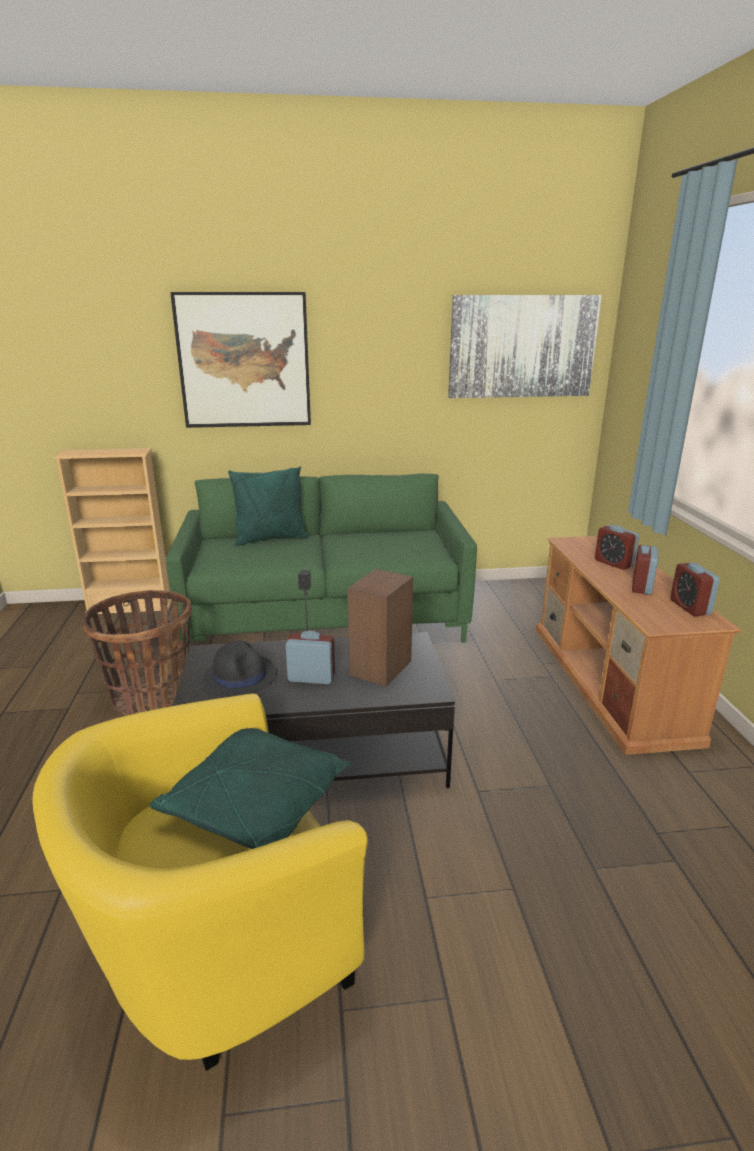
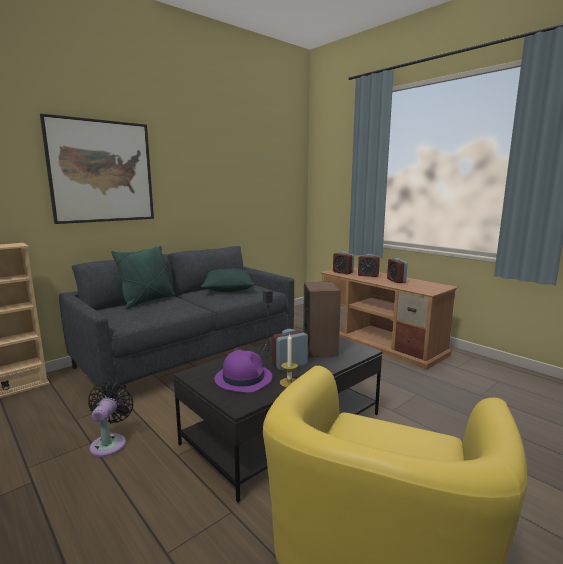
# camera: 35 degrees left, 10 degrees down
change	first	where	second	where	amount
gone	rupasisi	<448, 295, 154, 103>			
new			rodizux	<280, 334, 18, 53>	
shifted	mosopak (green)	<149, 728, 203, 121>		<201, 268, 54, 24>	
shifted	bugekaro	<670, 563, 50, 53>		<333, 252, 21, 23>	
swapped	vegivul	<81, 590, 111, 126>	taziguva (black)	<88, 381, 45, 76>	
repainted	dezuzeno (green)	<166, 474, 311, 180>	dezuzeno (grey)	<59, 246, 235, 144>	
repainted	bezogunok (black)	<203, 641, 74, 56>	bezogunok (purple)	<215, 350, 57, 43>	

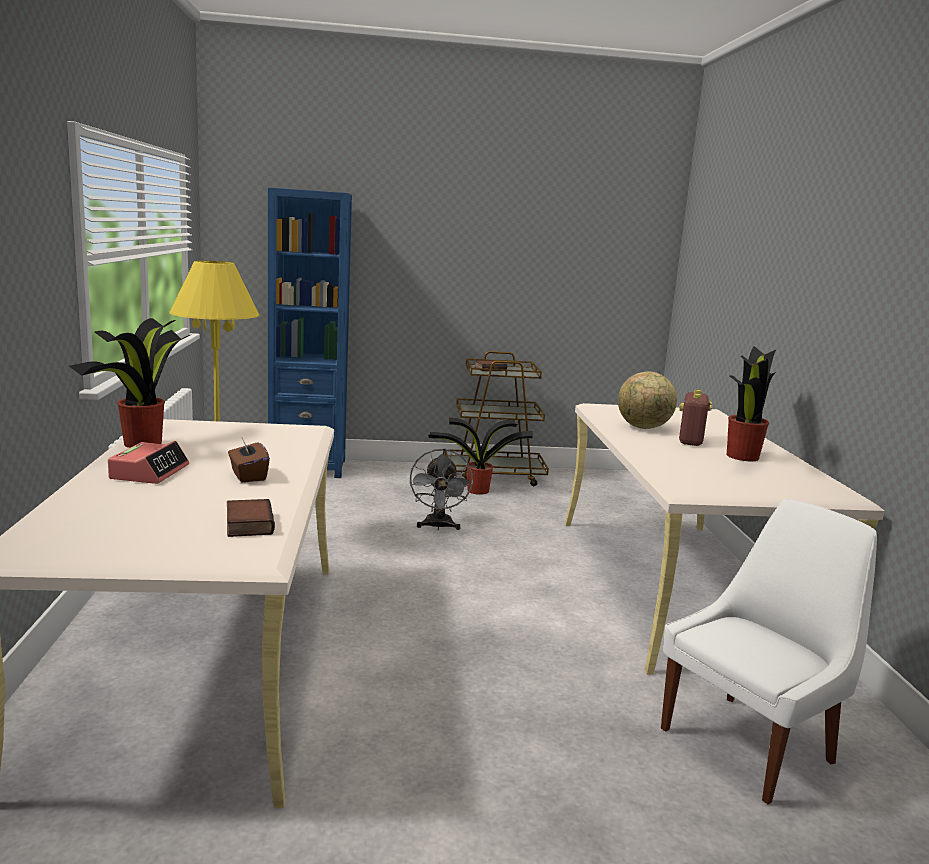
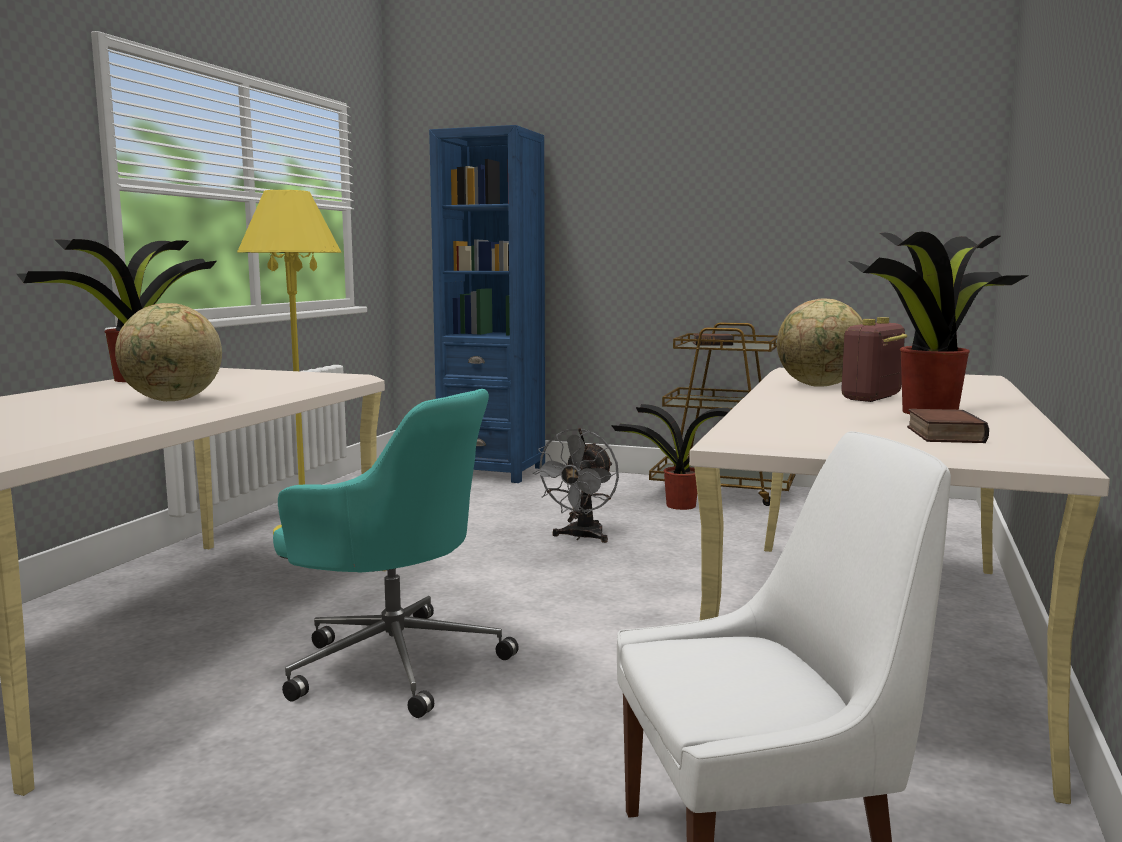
# camera: 25 degrees right, 5 degrees down
change	first	where	second	where	amount
gone	bugekaro	<108, 441, 81, 43>			
new			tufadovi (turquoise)	<273, 389, 246, 329>	
shifted	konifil	<227, 499, 48, 38>		<907, 409, 82, 34>	
swapped	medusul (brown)	<228, 438, 42, 44>	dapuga	<115, 303, 107, 98>	

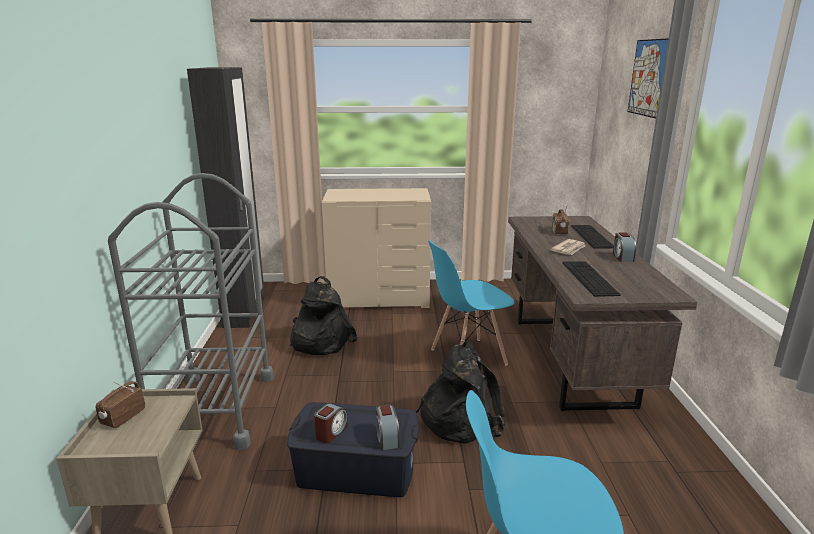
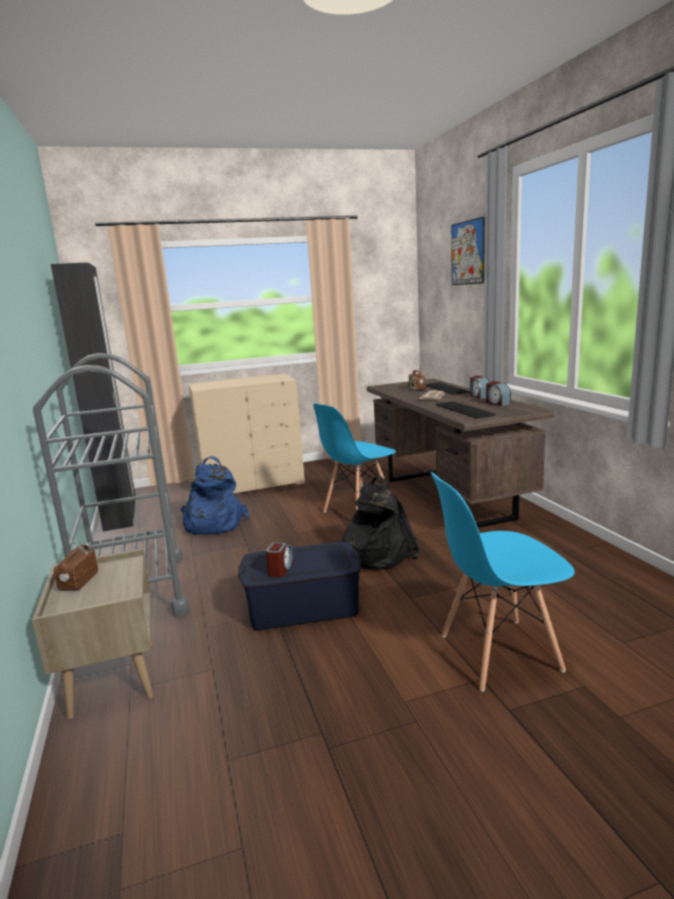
# camera: 15 degrees left, 5 degrees down
change	first	where	second	where	amount
shifted	bugekaro	<376, 405, 24, 45>		<486, 381, 25, 25>	
repainted	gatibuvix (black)	<289, 276, 68, 79>	gatibuvix (blue)	<180, 456, 70, 79>	

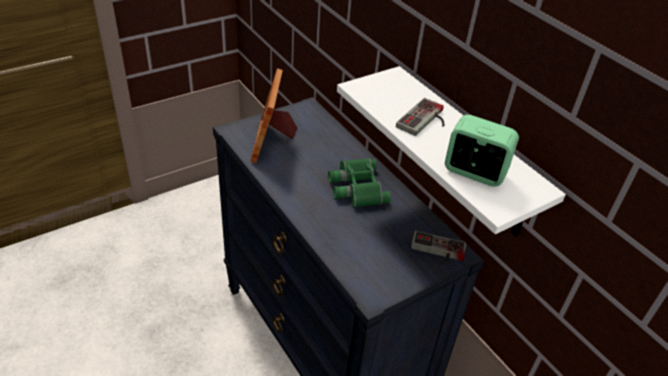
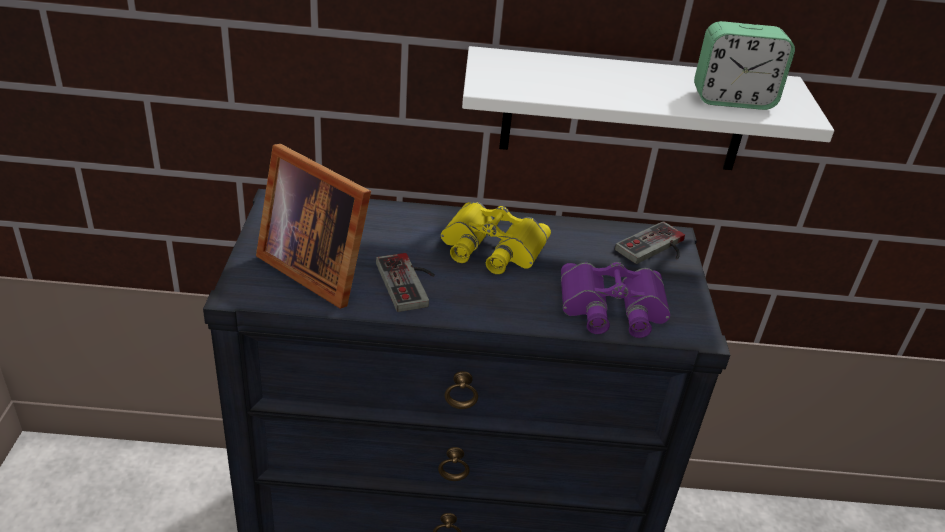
# camera: 55 degrees left, 5 degrees down
change	first	where	second	where	amount
new			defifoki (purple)	<561, 262, 109, 76>	
shifted	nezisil	<396, 98, 48, 38>		<376, 253, 59, 59>	
repainted	defifoki (green)	<328, 158, 63, 49>	defifoki (yellow)	<441, 202, 110, 72>	
rotated	bugekaro	<445, 115, 74, 72>		<694, 21, 101, 89>	150 degrees counterclockwise

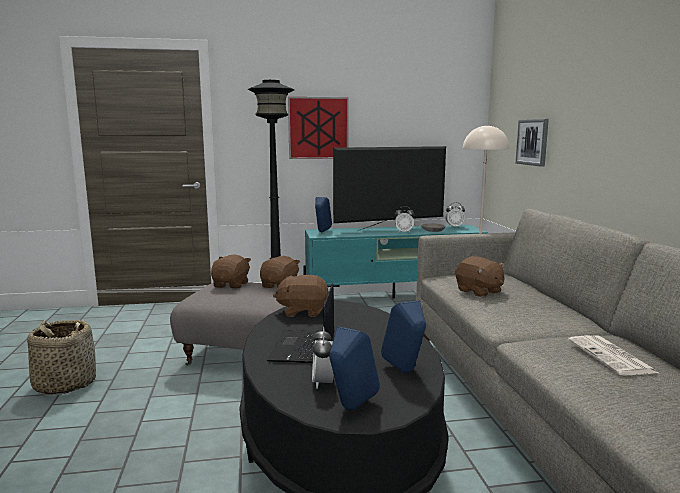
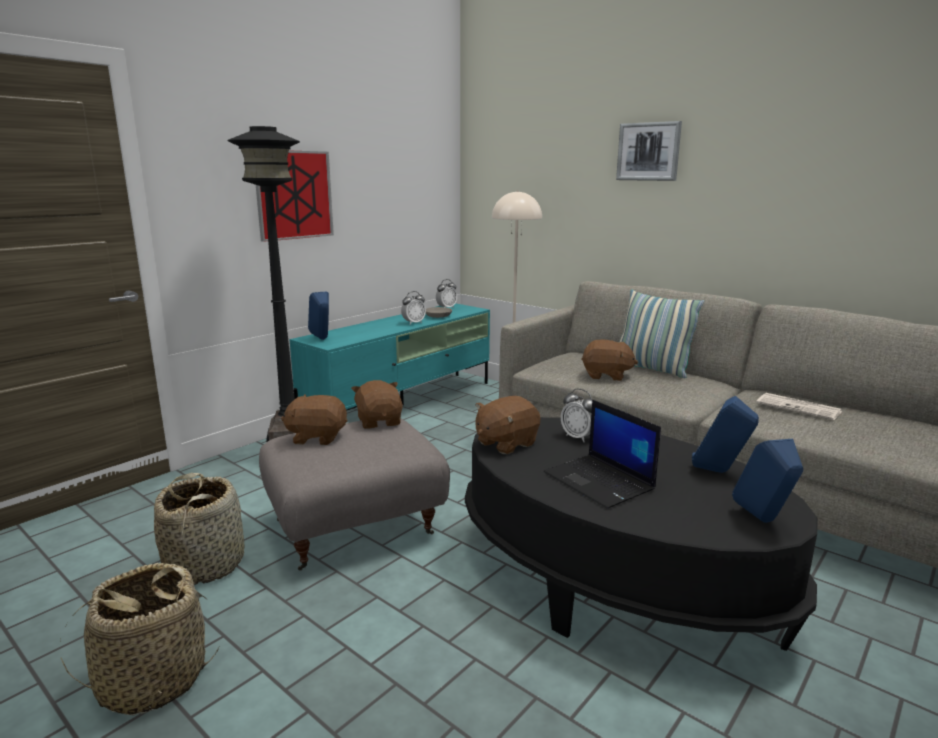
# camera: 40 degrees left, 5 degrees up
change	first	where	second	where	amount
gone	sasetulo	<333, 146, 113, 85>			
new			vegivul	<154, 473, 91, 112>	
new			mosopak	<620, 289, 84, 89>	
shifted	bugekaro	<312, 326, 22, 63>		<561, 389, 32, 53>	
shifted	rupasisi	<515, 119, 34, 48>		<616, 121, 66, 60>	
rotated	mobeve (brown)	<211, 254, 40, 34>		<281, 394, 66, 51>	60 degrees counterclockwise

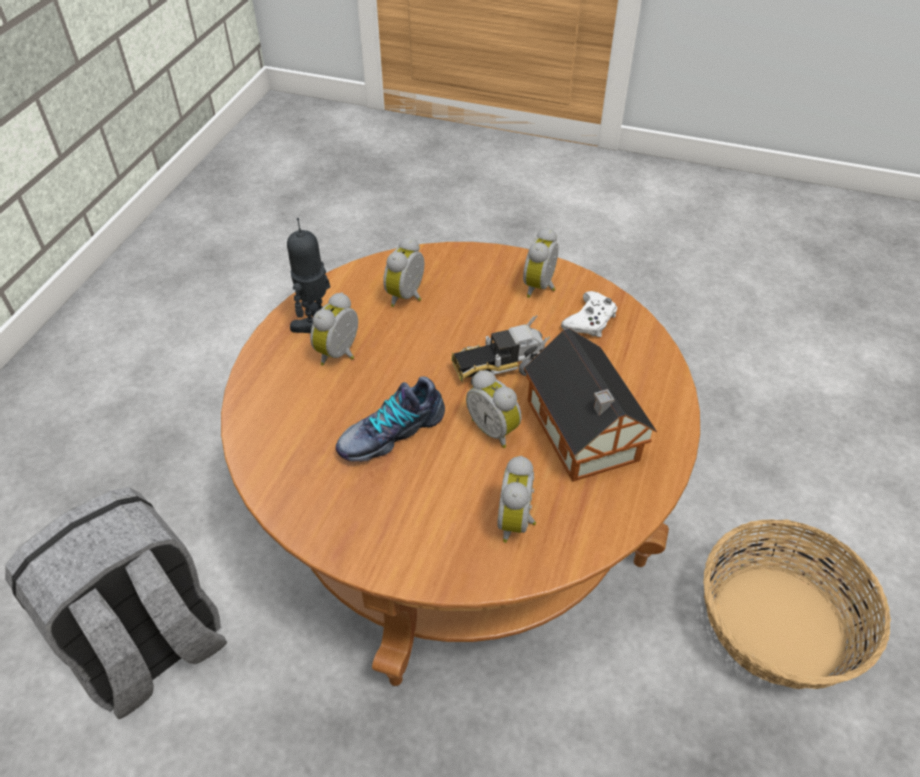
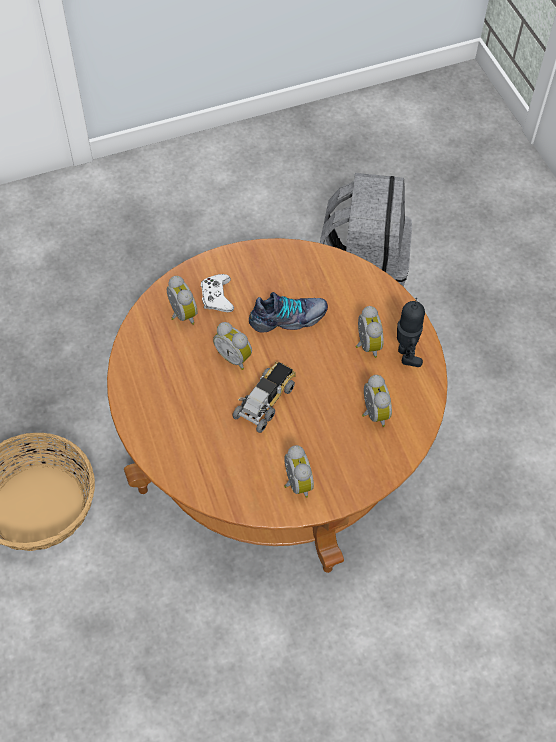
# camera: 140 degrees right, 10 degrees up
change	first	where	second	where	amount
gone	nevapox	<524, 329, 133, 153>			
shifted	nezisil (white)	<561, 291, 56, 46>		<201, 274, 33, 38>	
rotated	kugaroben	<336, 376, 109, 86>		<249, 292, 79, 41>	60 degrees clockwise
rotated	bugekaro	<466, 370, 56, 78>		<213, 322, 39, 48>	150 degrees counterclockwise

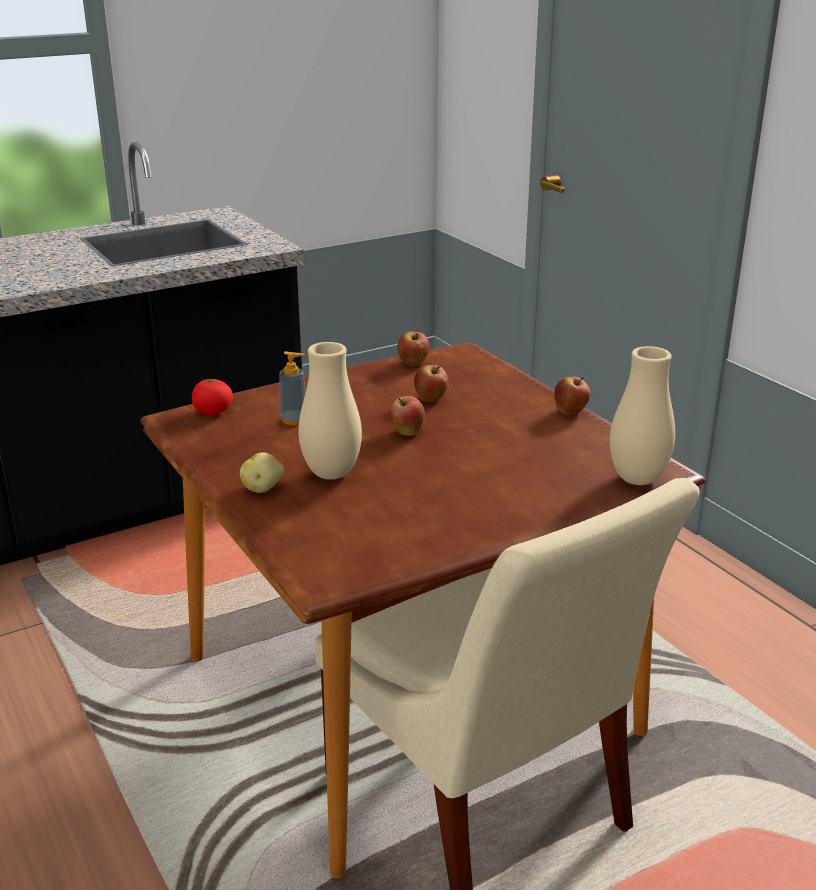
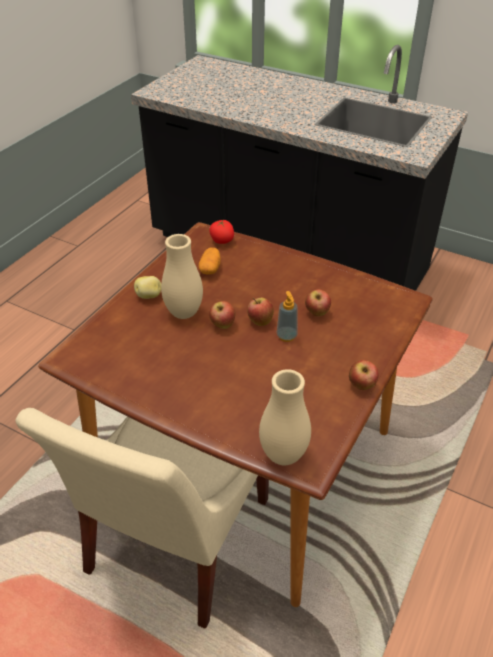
# camera: 60 degrees right, 15 degrees up
change	first	where	second	where	amount
new			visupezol	<198, 248, 23, 26>	
shifted	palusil	<279, 351, 27, 74>		<277, 291, 21, 51>	
shifted	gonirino	<398, 331, 31, 35>		<209, 301, 27, 28>	

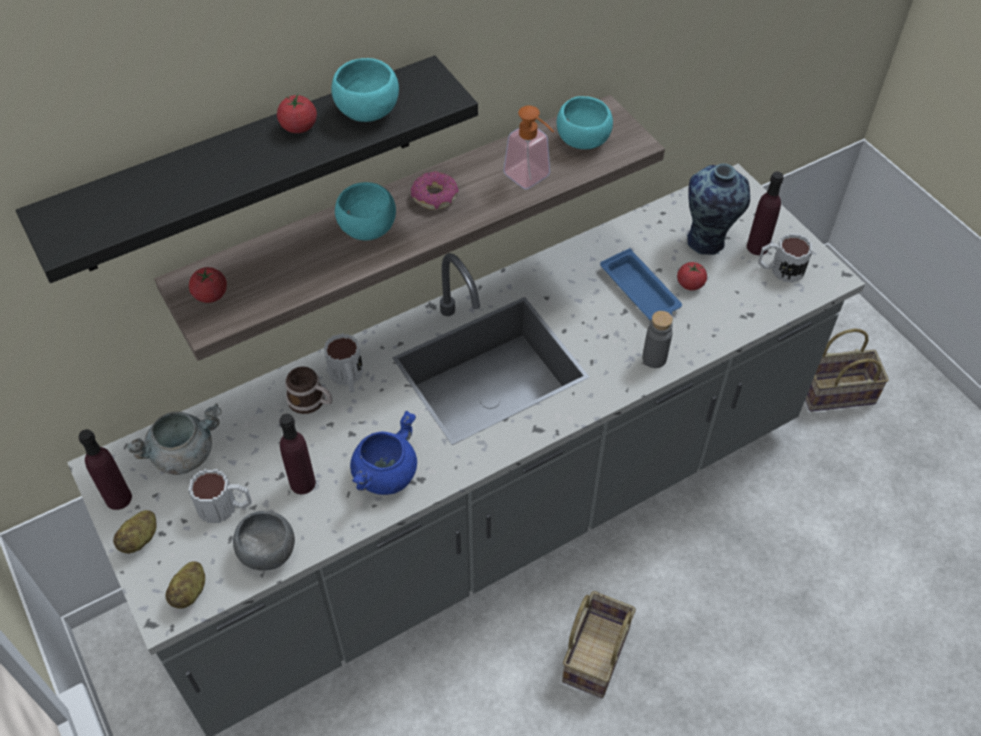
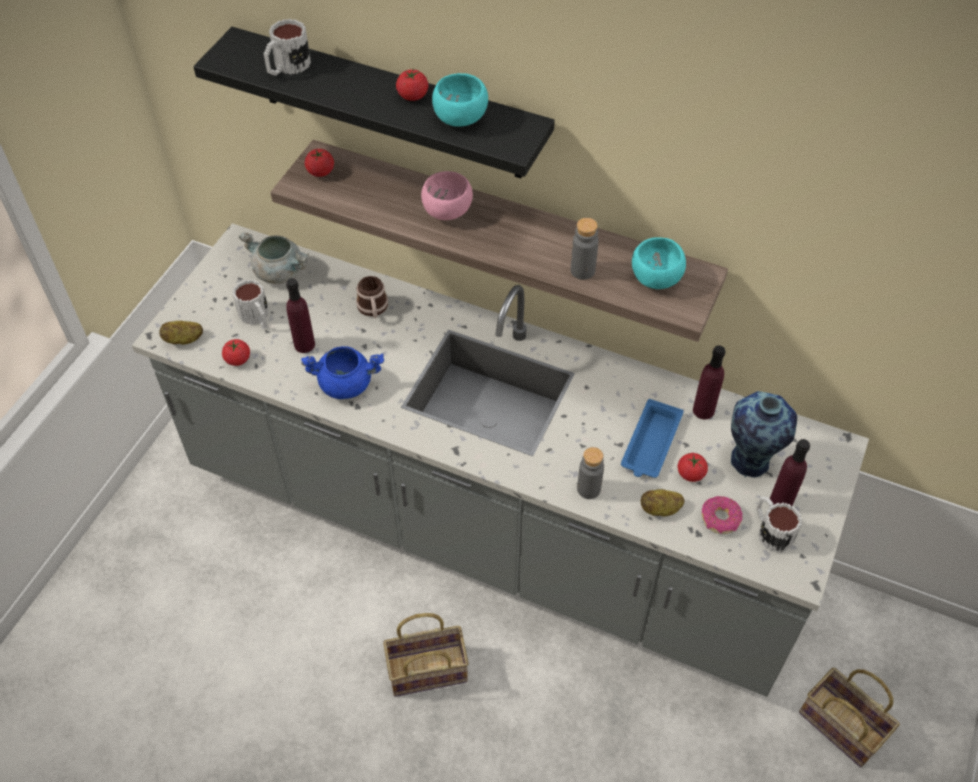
# camera: 55 degrees right, 0 degrees up
change	first	where	second	where	amount
shifted	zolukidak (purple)	<79, 429, 53, 81>		<693, 345, 32, 74>	
shifted	visupezol	<113, 510, 44, 44>		<641, 489, 43, 27>	
shifted	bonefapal	<324, 333, 39, 60>		<264, 19, 47, 57>	
shifted	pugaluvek	<411, 171, 48, 39>		<702, 496, 40, 38>	
swapped	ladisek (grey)	<233, 511, 62, 60>	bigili	<222, 339, 28, 27>	
swapped	palusil	<503, 105, 51, 84>	zolukidak (grey)	<571, 218, 28, 62>	
repainted	ladisek (turquoise)	<335, 182, 61, 59>	ladisek (pink)	<421, 171, 52, 49>	

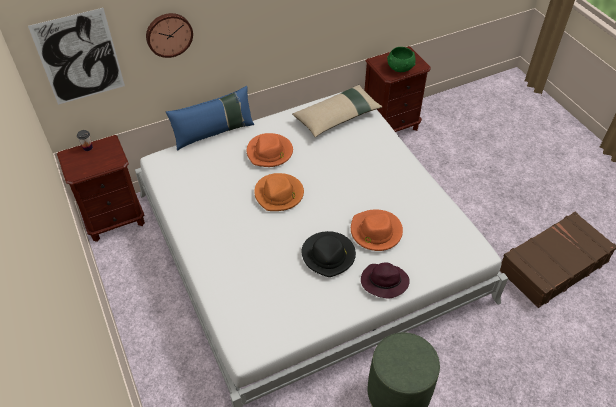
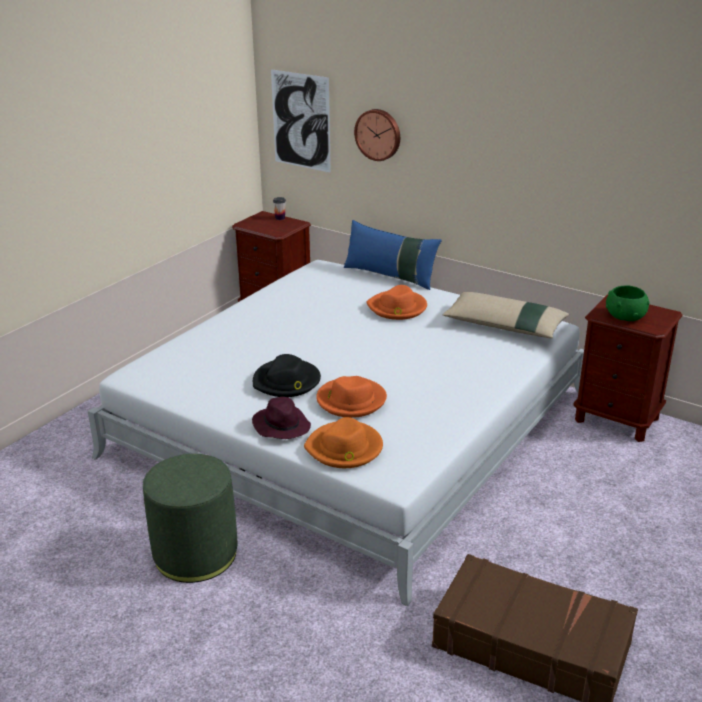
# camera: 60 degrees right, 20 degrees down
change	first	where	second	where	amount
shifted	bezogunok (orange)	<254, 173, 50, 38>		<304, 417, 79, 51>	

